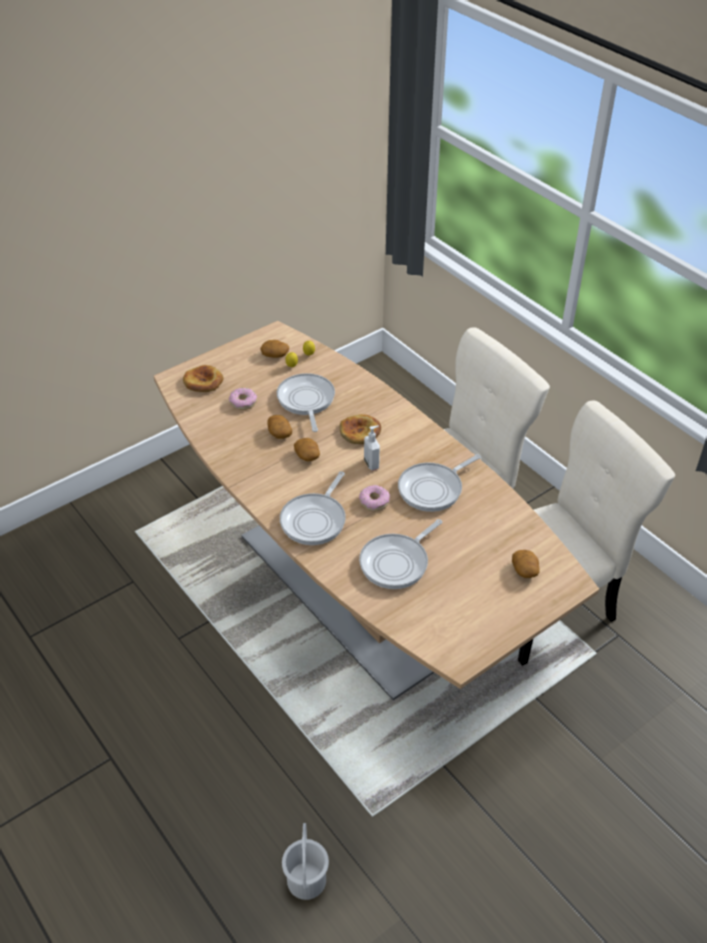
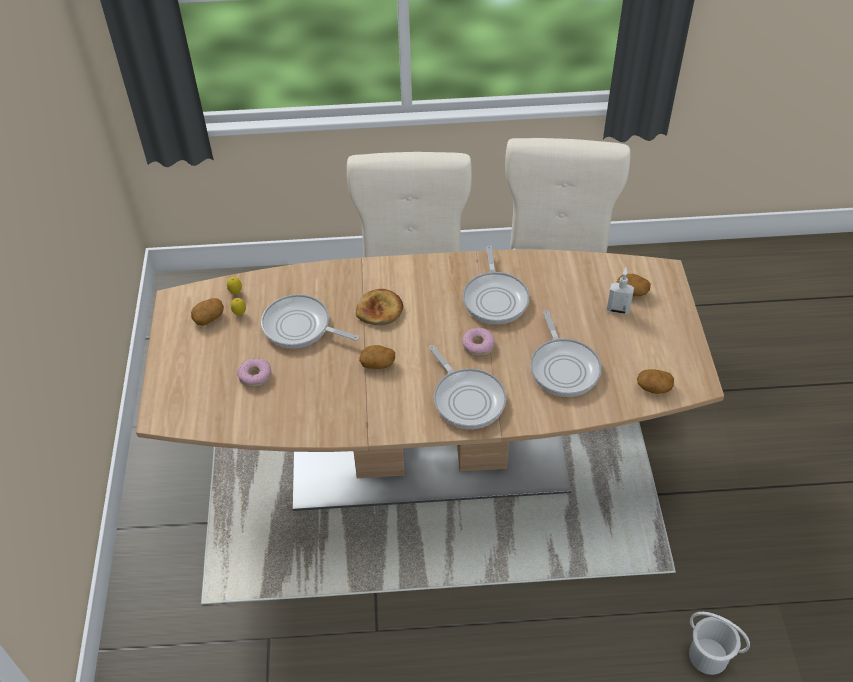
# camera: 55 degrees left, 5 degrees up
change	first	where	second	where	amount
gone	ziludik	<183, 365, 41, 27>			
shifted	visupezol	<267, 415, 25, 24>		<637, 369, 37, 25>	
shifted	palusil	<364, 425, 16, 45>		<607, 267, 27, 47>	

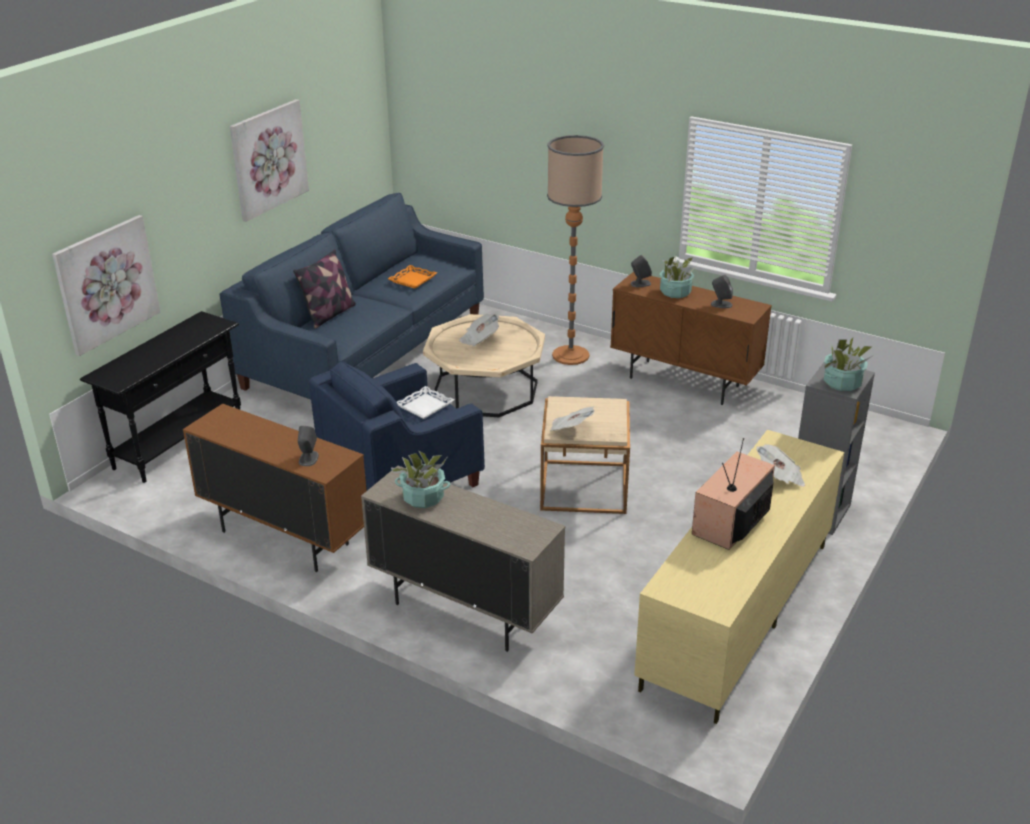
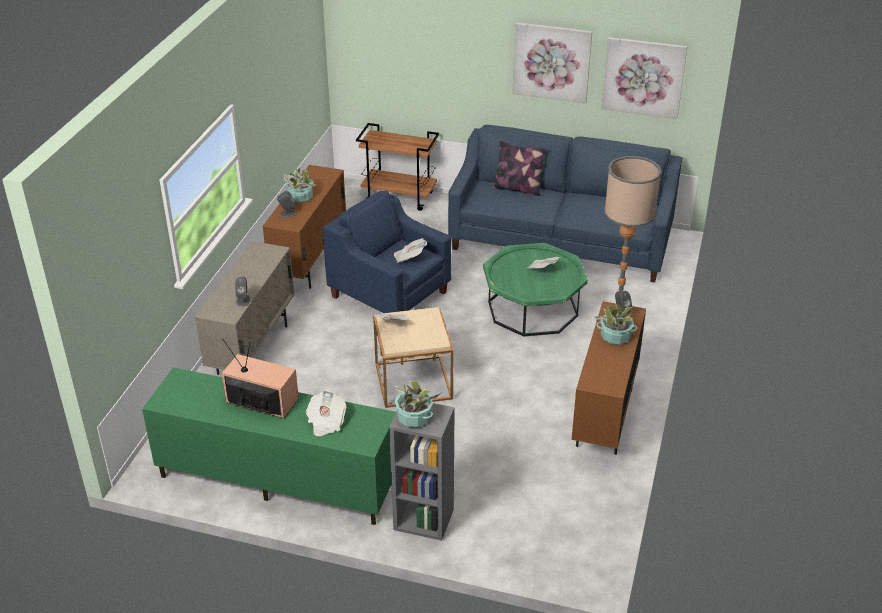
# camera: 75 degrees right, 5 degrees up
change	first	where	second	where	amount
gone	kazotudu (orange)	<388, 265, 49, 23>			
shifted	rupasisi	<52, 215, 109, 141>		<601, 37, 86, 82>	
shifted	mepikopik	<390, 450, 60, 58>		<284, 167, 32, 36>	
shifted	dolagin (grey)	<711, 275, 22, 33>		<235, 276, 15, 31>	
swapped	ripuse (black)	<80, 311, 161, 172>	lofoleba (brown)	<356, 123, 83, 88>	
swapped	kazotudu (white)	<397, 386, 58, 33>	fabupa	<394, 238, 33, 25>	
repainted	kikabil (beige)	<423, 314, 122, 103>	kikabil (green)	<483, 243, 105, 94>	
repainted	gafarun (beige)	<634, 430, 210, 294>	gafarun (green)	<142, 367, 254, 158>	

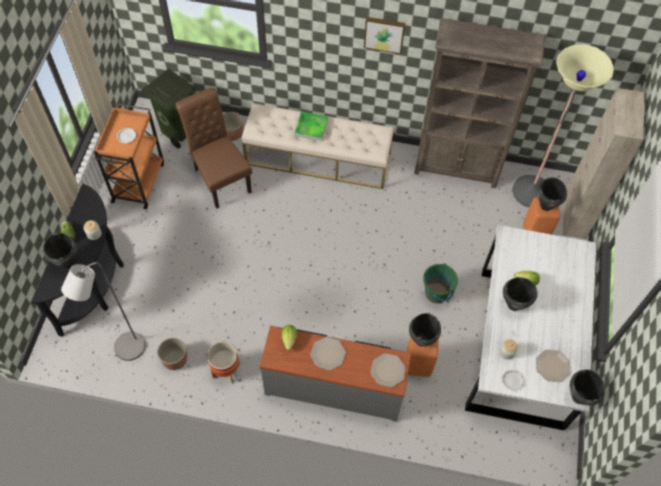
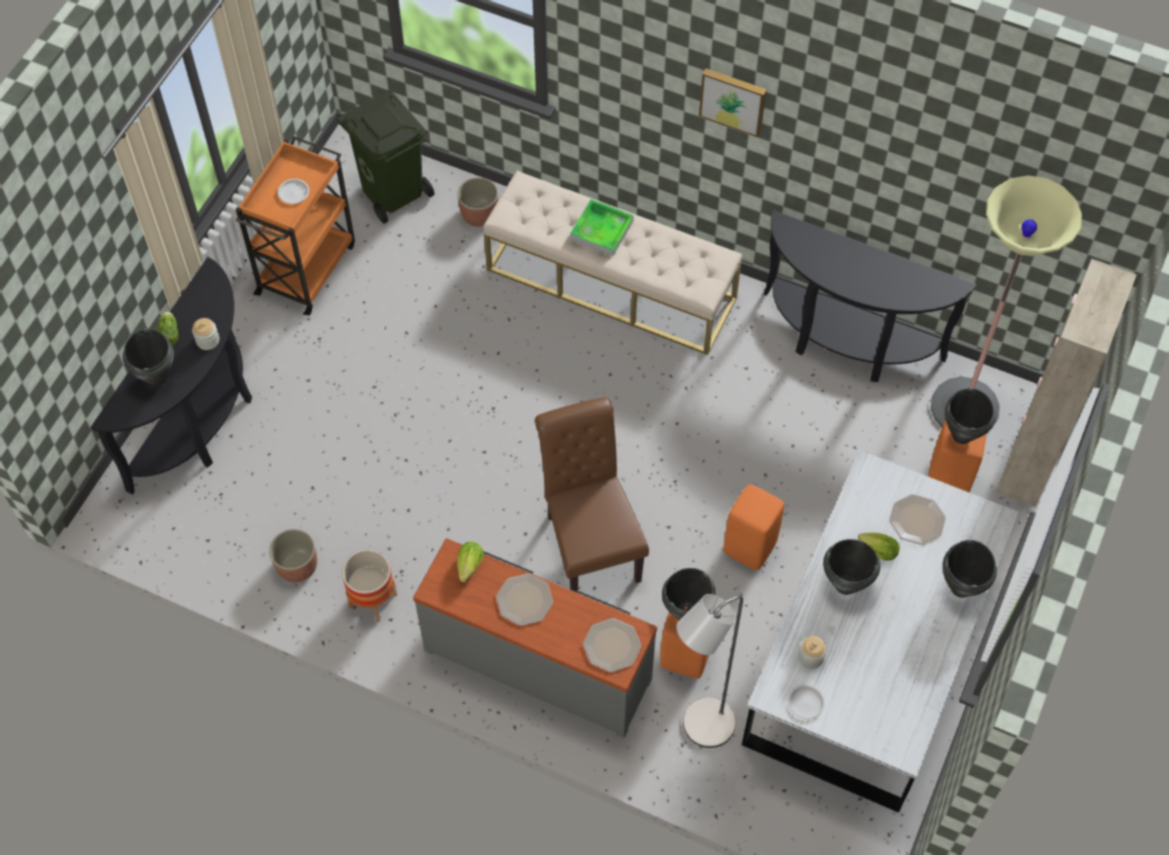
# camera: 15 degrees right, 0 degrees up
change	first	where	second	where	amount
shifted	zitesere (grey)	<61, 262, 84, 99>		<676, 594, 67, 154>	
shifted	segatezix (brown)	<175, 88, 77, 121>		<535, 397, 114, 196>	
shifted	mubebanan	<536, 350, 35, 32>		<889, 494, 57, 51>	
shifted	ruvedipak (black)	<570, 369, 35, 37>		<942, 540, 55, 58>	
swapped	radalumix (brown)	<414, 18, 131, 170>	ripuse (black)	<763, 210, 213, 172>	
swapped	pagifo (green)	<423, 263, 35, 40>	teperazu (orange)	<723, 484, 61, 86>	

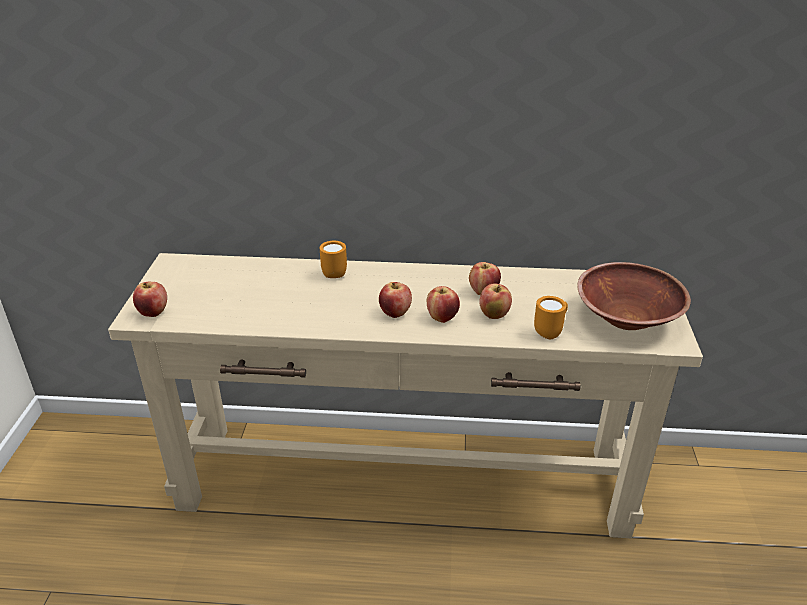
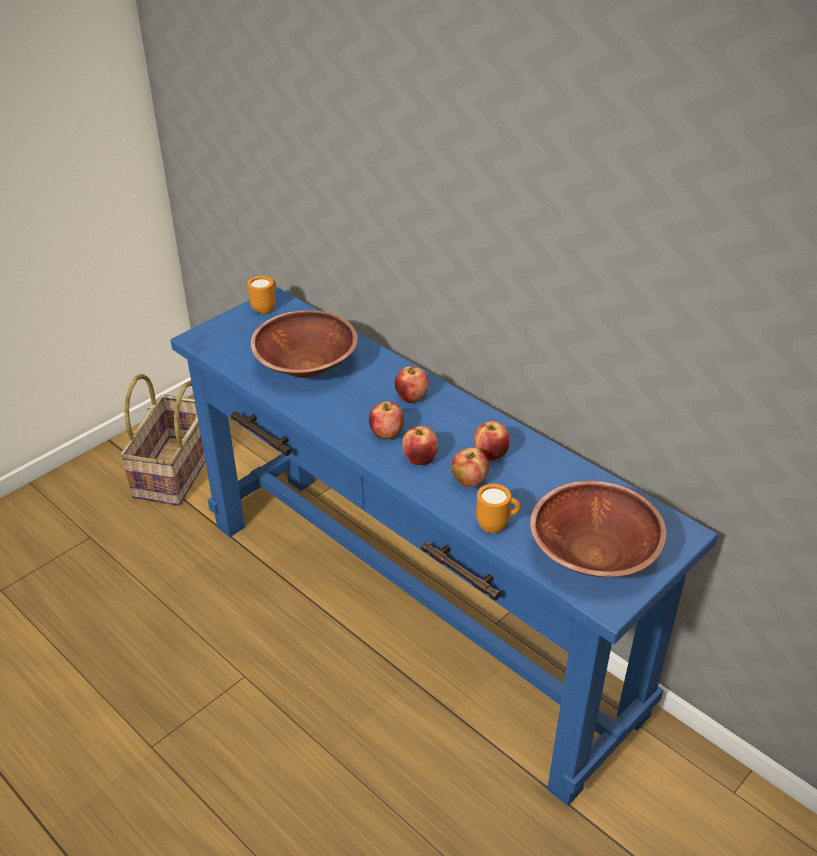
# camera: 40 degrees right, 5 degrees up
change	first	where	second	where	amount
new			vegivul	<120, 374, 85, 131>	
new			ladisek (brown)	<251, 310, 107, 68>	
shifted	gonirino	<133, 282, 34, 35>		<395, 366, 34, 37>	
shifted	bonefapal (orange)	<320, 241, 27, 37>		<247, 276, 29, 38>	
repainted	ripuse (beige)	<108, 253, 595, 285>	ripuse (blue)	<170, 287, 548, 519>	

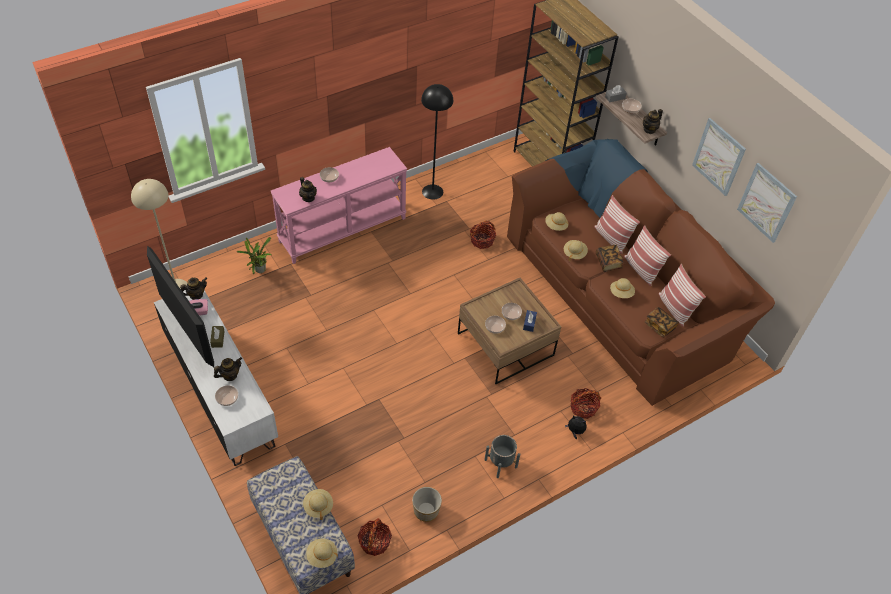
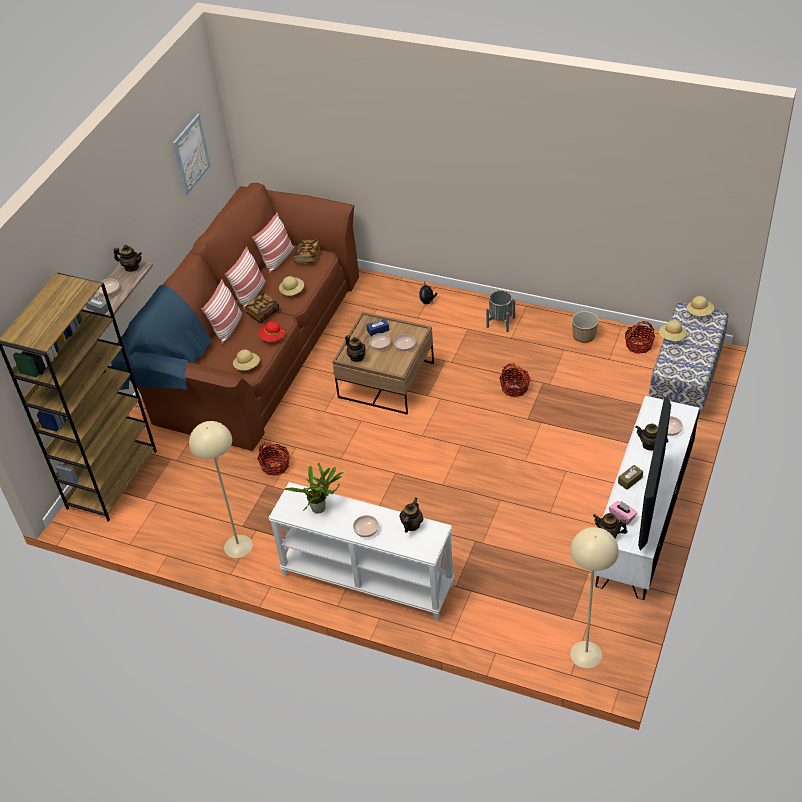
# camera: 120 degrees left, 5 degrees down
change	first	where	second	where	amount
gone	rupasisi	<692, 118, 54, 78>			
new			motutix	<345, 335, 21, 27>	
shifted	mepikopik	<237, 237, 35, 37>		<284, 463, 60, 51>	
shifted	vegivul	<571, 388, 30, 31>		<499, 363, 32, 34>	
repainted	ripuse (pink)	<271, 147, 136, 117>	ripuse (white)	<269, 482, 186, 138>	
repainted	zitesere (black)	<421, 84, 32, 116>	zitesere (beige)	<189, 421, 64, 137>	
repainted	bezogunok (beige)	<564, 240, 24, 21>	bezogunok (red)	<258, 321, 28, 21>	

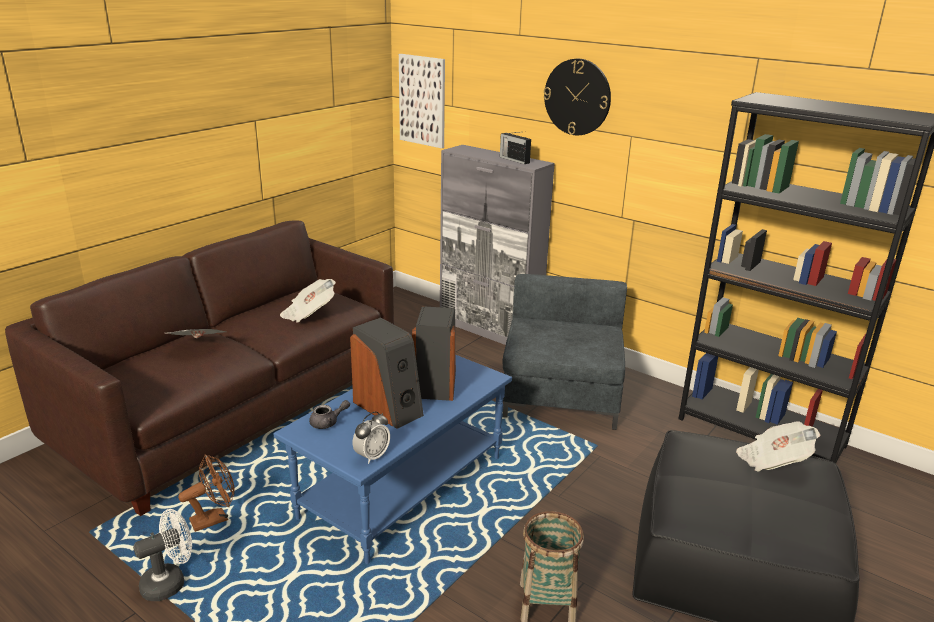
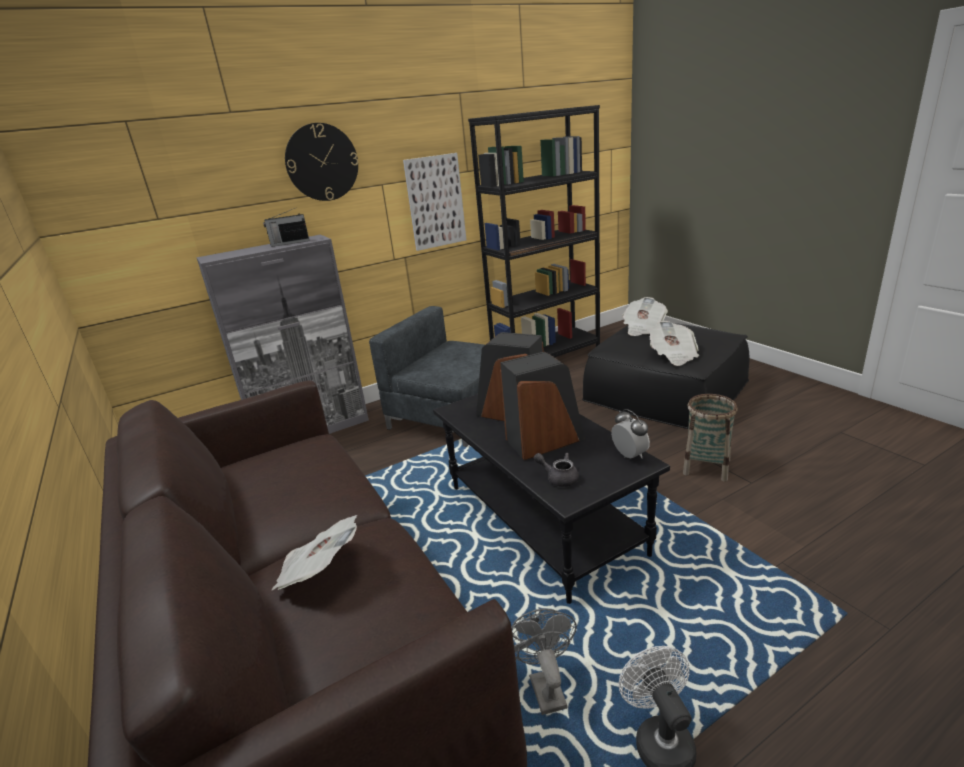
# camera: 65 degrees left, 0 degrees up
change	first	where	second	where	amount
shifted	fabupa	<280, 279, 56, 44>		<649, 321, 50, 45>	
shifted	rupasisi	<399, 54, 46, 94>		<403, 153, 63, 98>	
repainted	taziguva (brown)	<178, 454, 57, 78>	taziguva (grey)	<511, 608, 66, 107>	
repainted	kikabil (blue)	<273, 355, 239, 209>	kikabil (black)	<433, 394, 237, 210>	
rotated	motutix (grey)	<309, 400, 41, 29>		<534, 453, 45, 34>	60 degrees counterclockwise

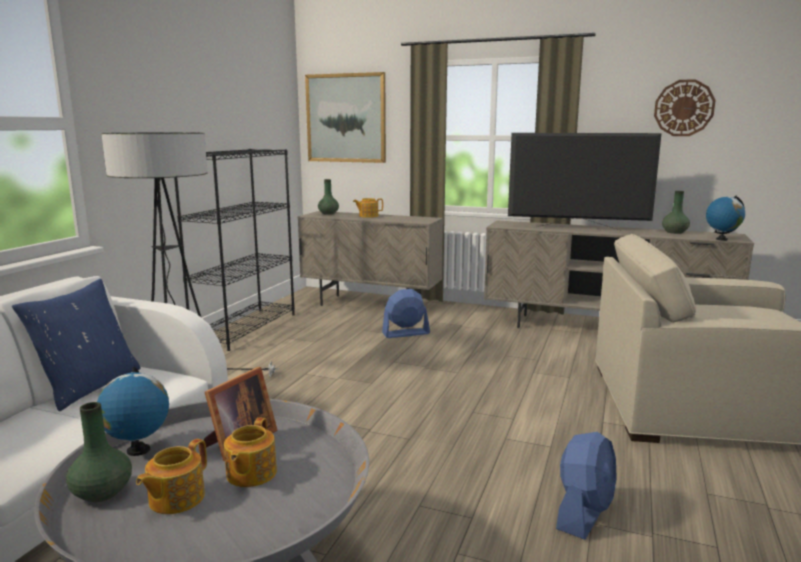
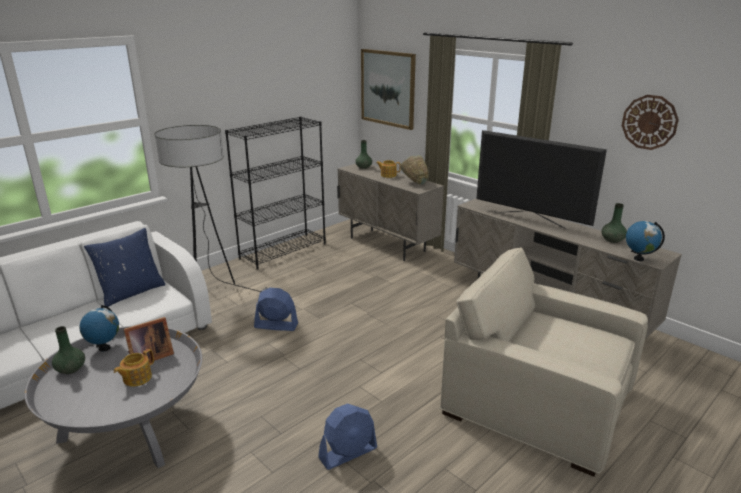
# camera: 25 degrees right, 10 degrees up
change	first	where	second	where	amount
gone	motutix	<136, 439, 71, 75>			
new			ladisek (green)	<400, 155, 29, 30>	
shifted	taziguva (blue)	<382, 289, 48, 49>		<254, 288, 44, 43>	

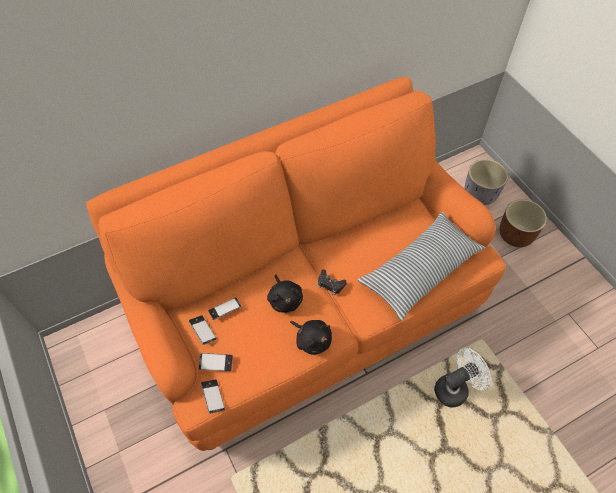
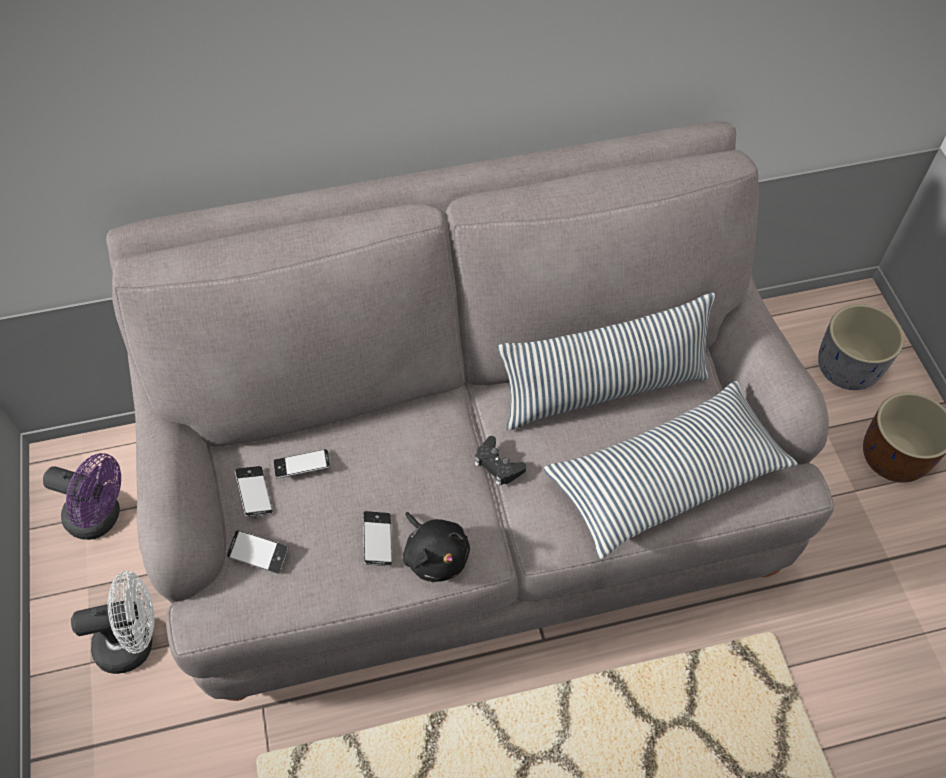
# camera: 15 degrees right, 0 degrees up
change	first	where	second	where	amount
gone	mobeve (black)	<267, 275, 36, 38>			
new			taziguva (purple)	<43, 453, 78, 87>	
new			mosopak	<498, 293, 217, 137>	
shifted	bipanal	<201, 379, 24, 35>		<363, 511, 29, 55>	
shifted	taziguva (white)	<434, 348, 57, 60>		<71, 571, 83, 103>	
repainted	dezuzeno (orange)	<86, 77, 420, 374>	dezuzeno (grey)	<106, 121, 728, 580>	

